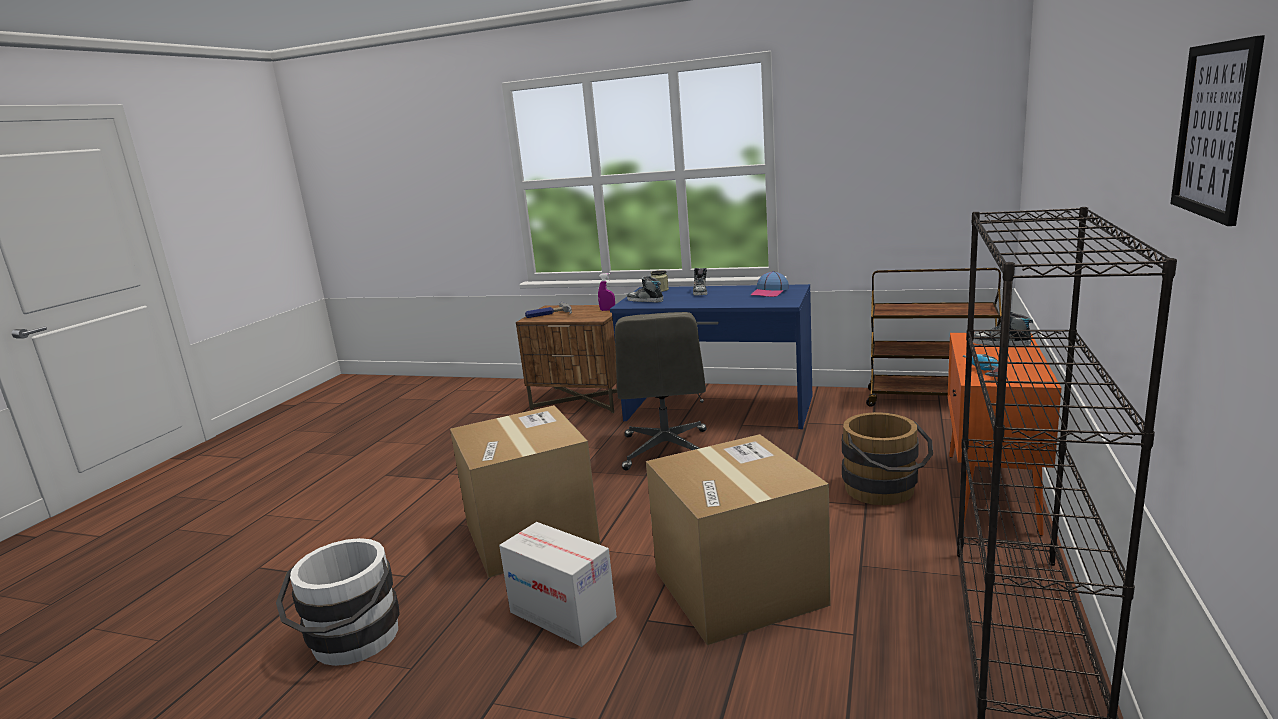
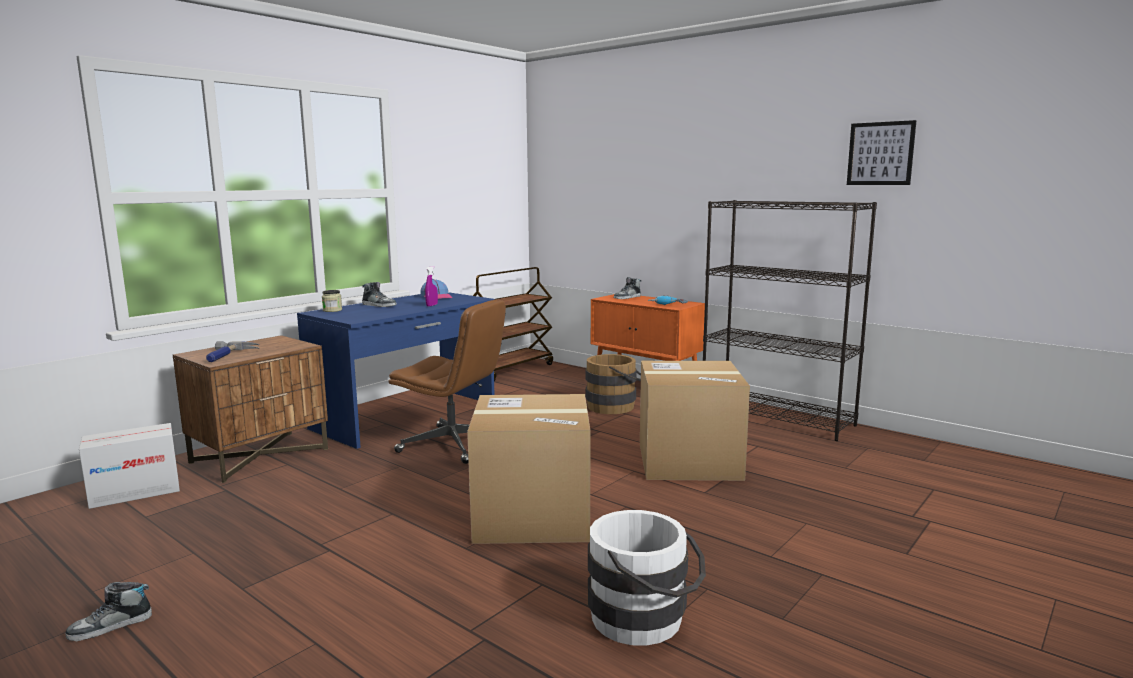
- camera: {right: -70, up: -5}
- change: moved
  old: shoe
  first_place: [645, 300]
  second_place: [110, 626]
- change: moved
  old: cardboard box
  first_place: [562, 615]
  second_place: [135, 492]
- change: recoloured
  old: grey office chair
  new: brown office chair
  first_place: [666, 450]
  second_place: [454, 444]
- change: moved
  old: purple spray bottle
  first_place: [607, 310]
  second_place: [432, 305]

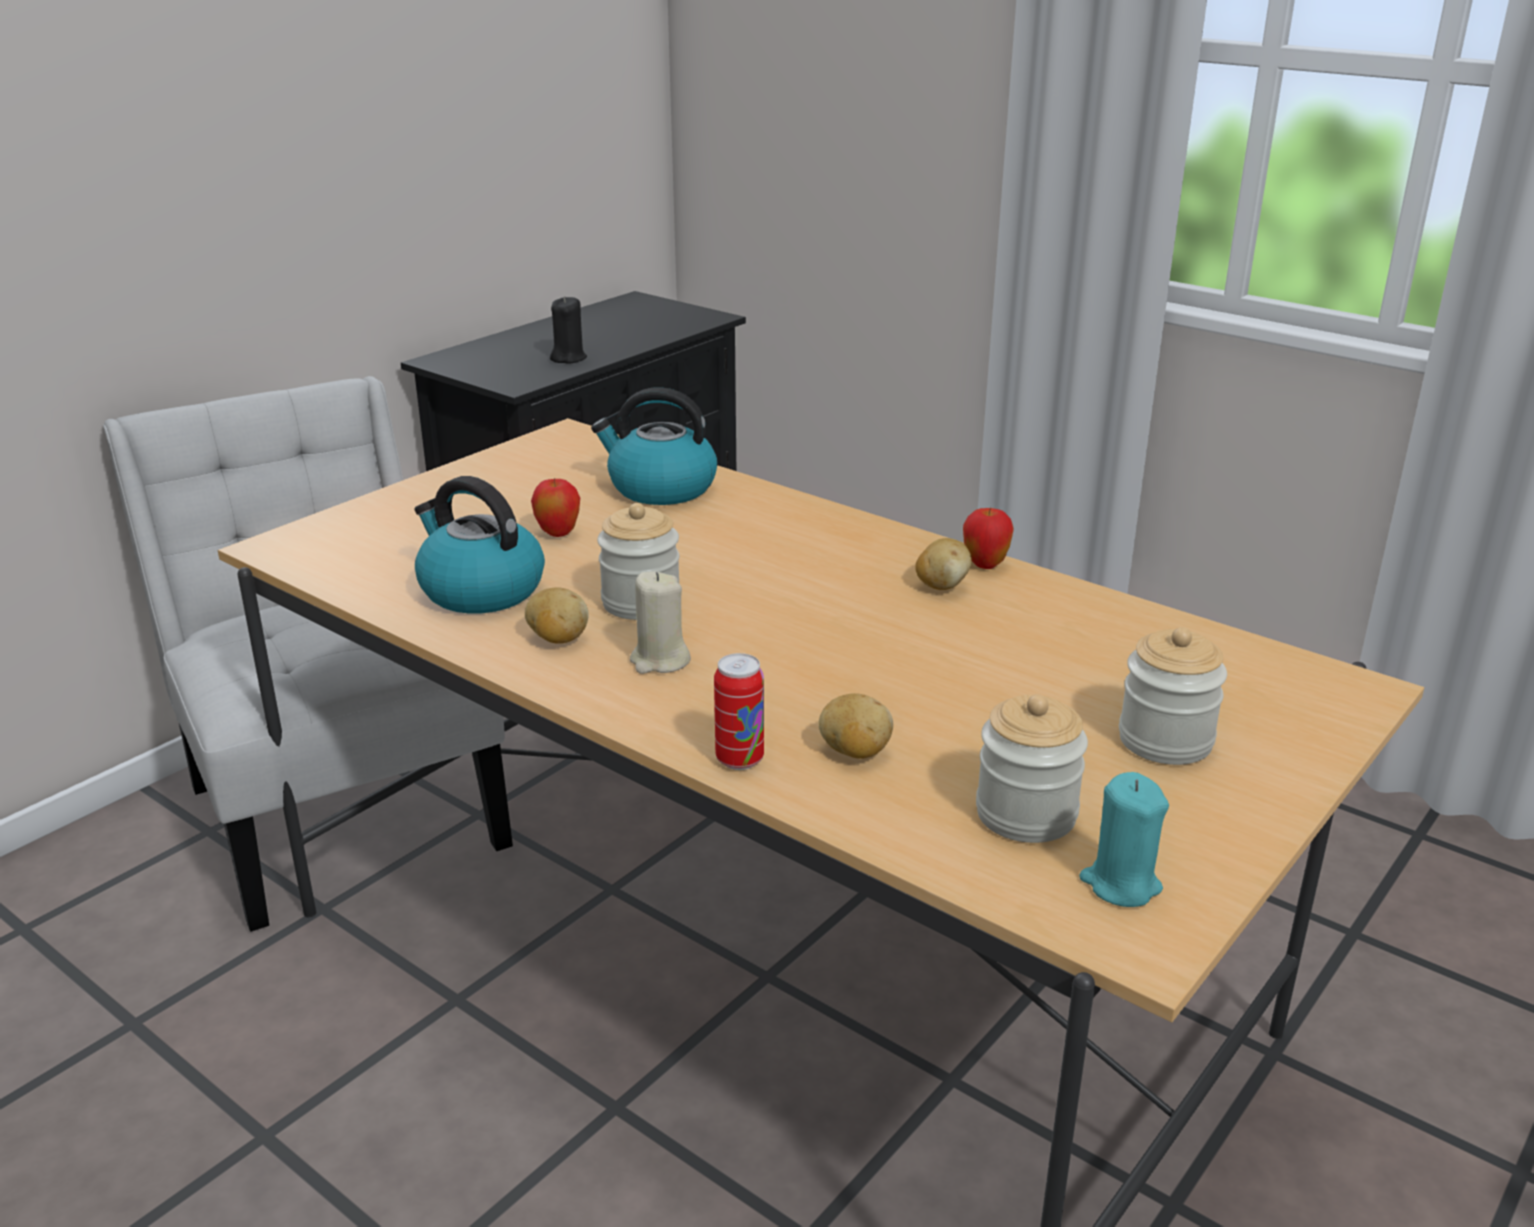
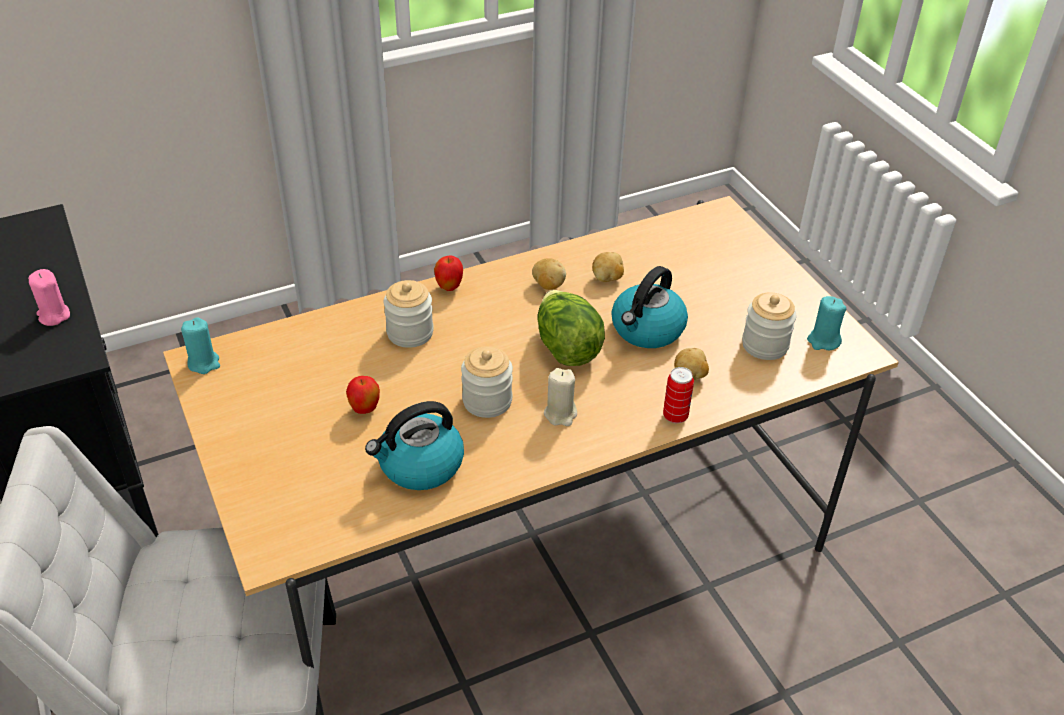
- camera: {right: -65, up: 15}
- change: recoloured
  old: black candle
  new: pink candle
  first_place: [568, 358]
  second_place: [53, 315]
- change: added
  new: turquoise candle
  second_place: [204, 363]
- change: moved
  old: jar
  first_place: [1165, 740]
  second_place: [410, 333]
- change: moved
  old: apple
  first_place: [985, 565]
  second_place: [449, 287]
- change: added
  new: lettuce
  second_place: [566, 348]
- change: moved
  old: potato
  first_place: [557, 639]
  second_place: [607, 278]
- change: moved
  old: kettle
  first_place: [660, 488]
  second_place: [647, 330]

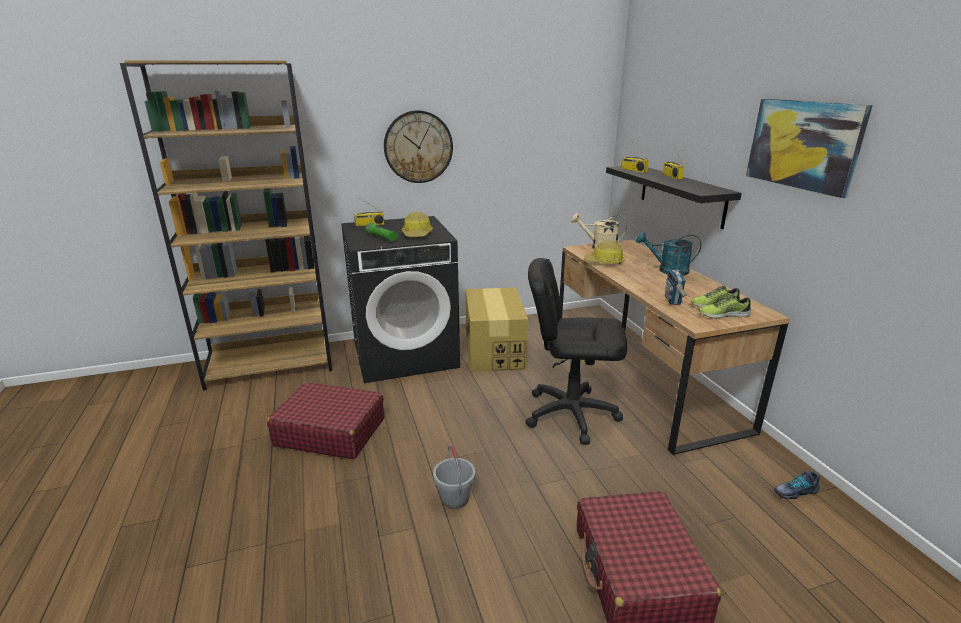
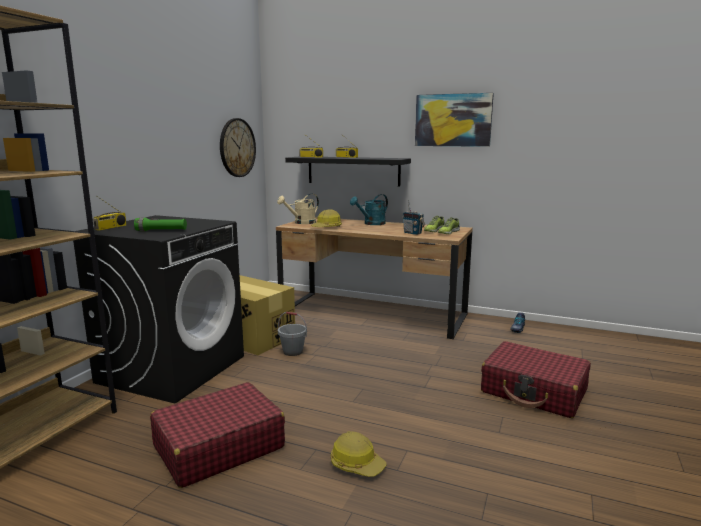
- camera: {right: -50, up: -10}
- change: moved
  old: wall clock
  first_place: [418, 147]
  second_place: [237, 148]
- change: moved
  old: grey bucket
  first_place: [455, 499]
  second_place: [293, 352]
- change: moved
  old: hard hat
  first_place: [417, 234]
  second_place: [357, 464]
- change: removed
  old: black office chair
  first_place: [570, 414]

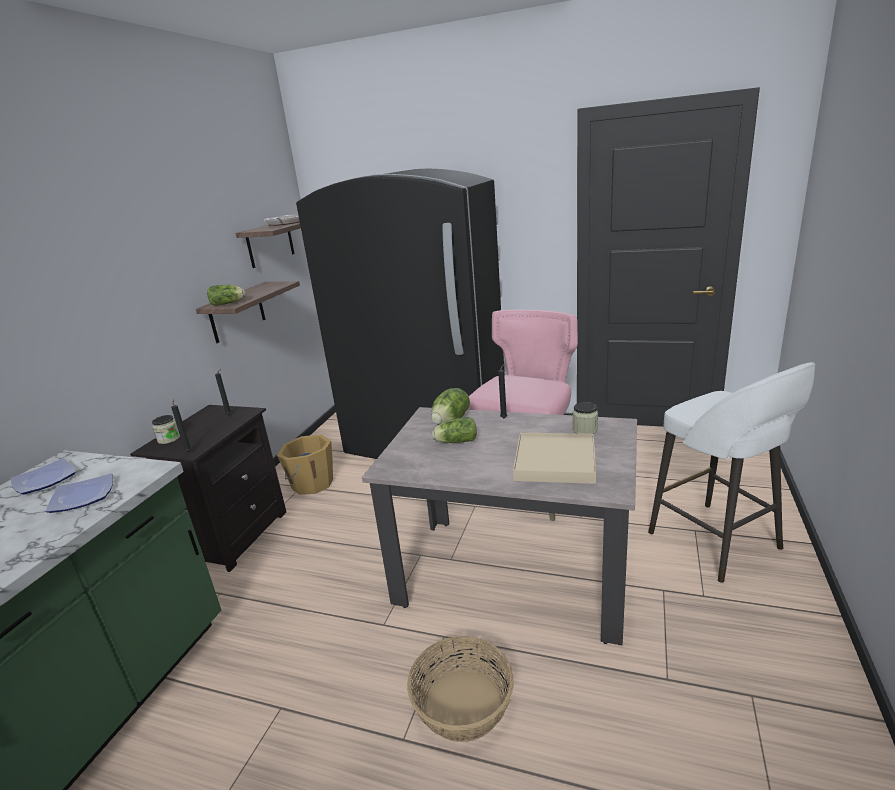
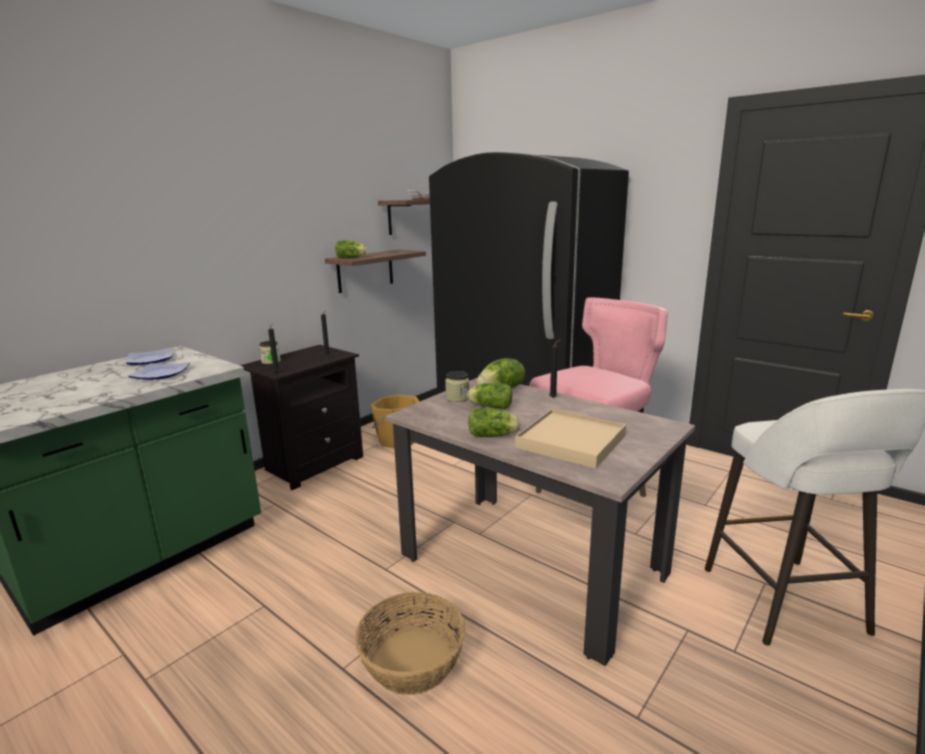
- camera: {right: 20, up: -5}
- change: moved
  old: jar
  first_place: [585, 430]
  second_place: [457, 398]
- change: added
  new: lettuce
  second_place: [494, 435]

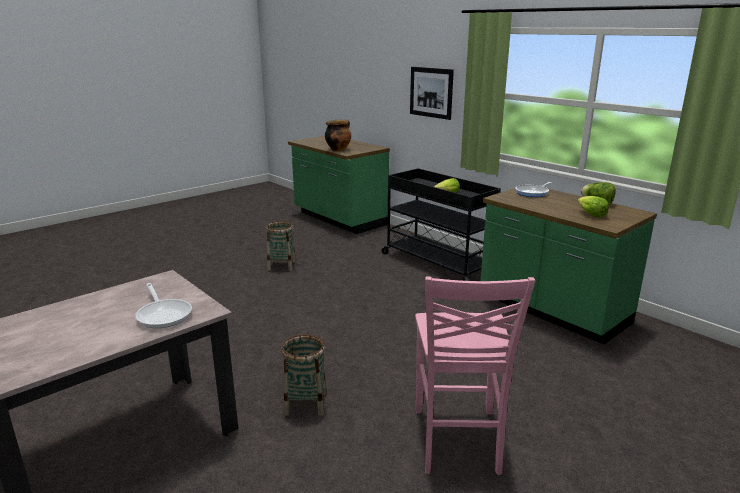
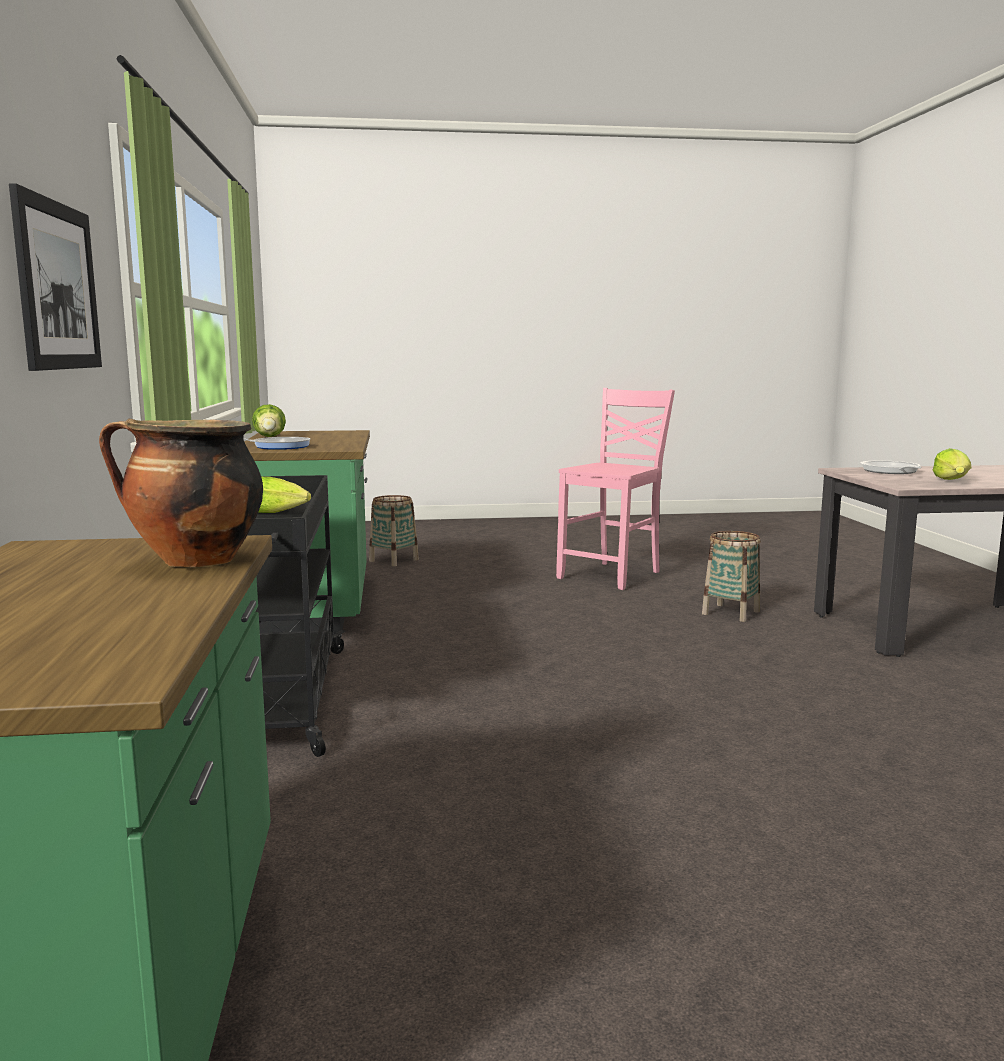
- camera: {right: -145, up: -10}
- change: moved
  old: basket
  first_place: [281, 265]
  second_place: [393, 560]
- change: moved
  old: lettuce
  first_place: [590, 214]
  second_place: [952, 481]

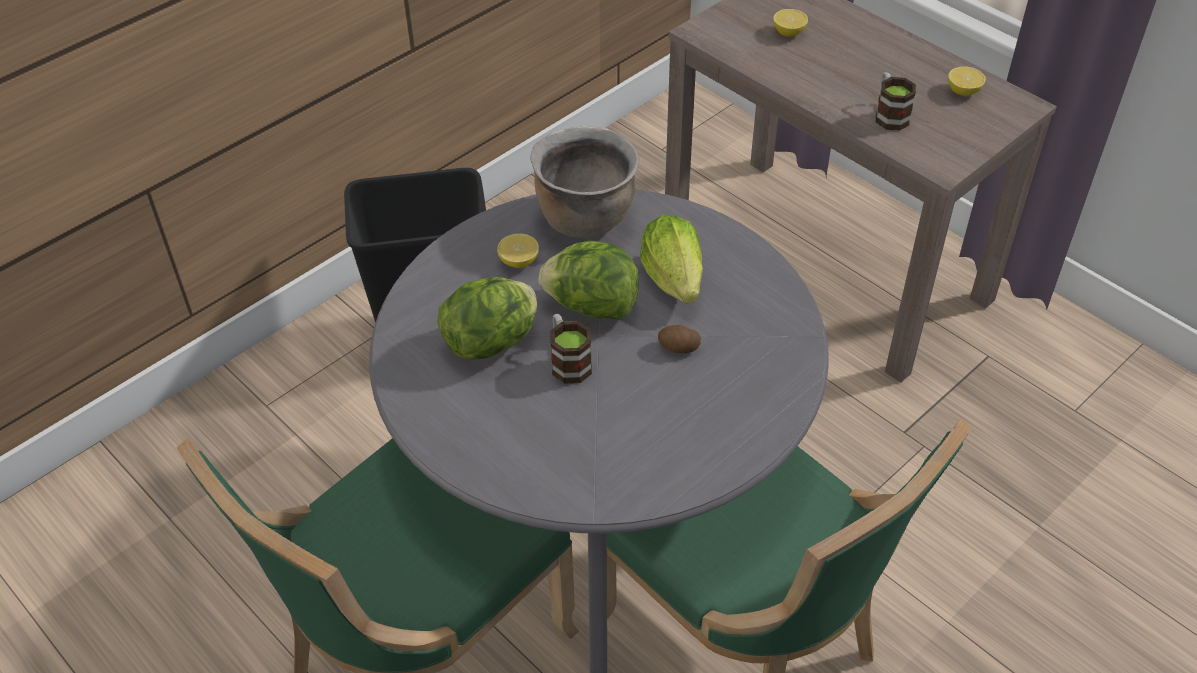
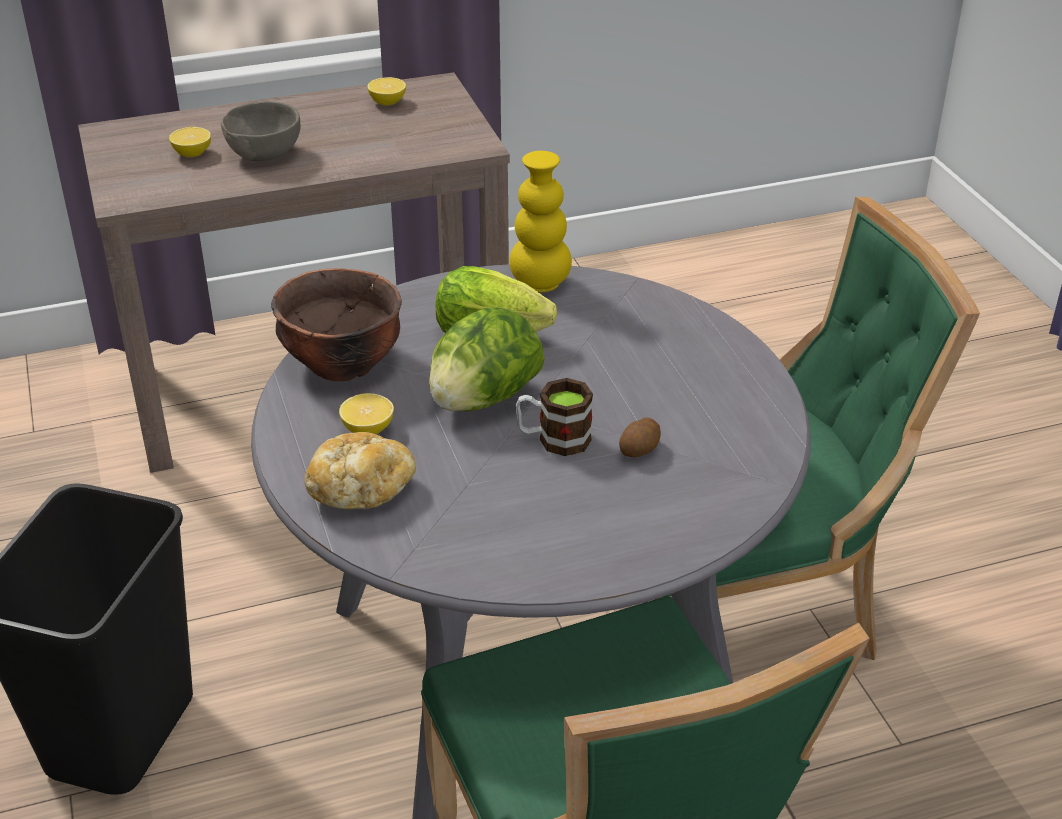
- camera: {right: -65, up: -10}
- change: added
  new: grey bowl
  second_place: [263, 154]
- change: replaced
  old: brown cooking pot
  new: brown bowl
  first_place: [585, 217]
  second_place: [340, 363]
- change: added
  new: bread
  second_place: [361, 490]
- change: added
  new: yellow vase
  second_place: [540, 283]
- change: moved
  old: potato
  first_place: [678, 348]
  second_place: [640, 450]
- change: removed
  old: lettuce
  first_place: [492, 342]
- change: removed
  old: mug
  first_place: [889, 114]

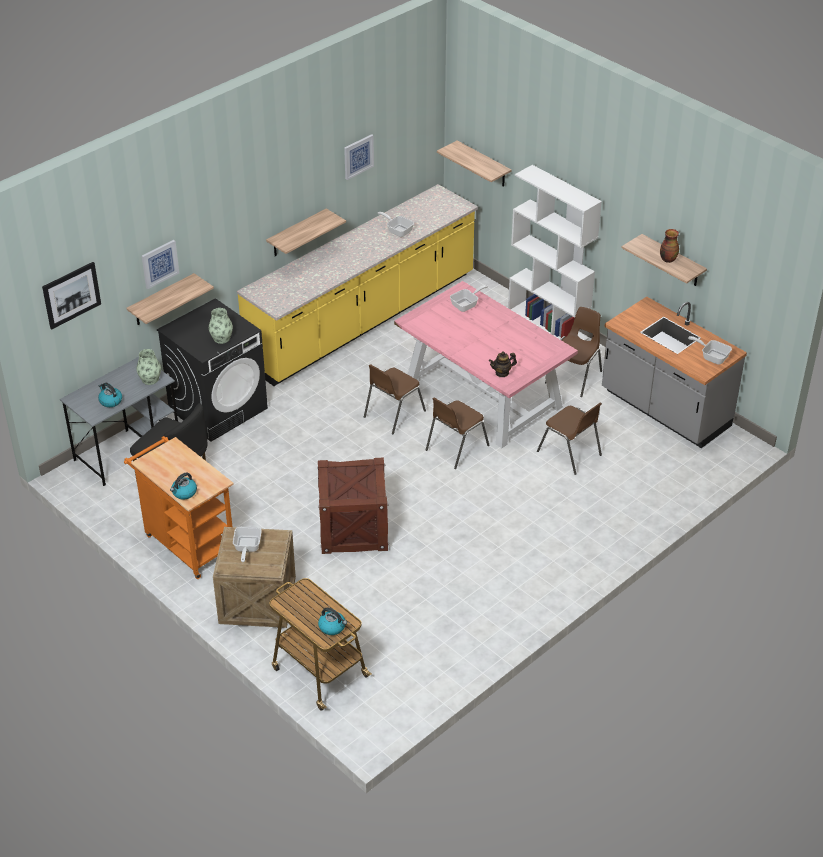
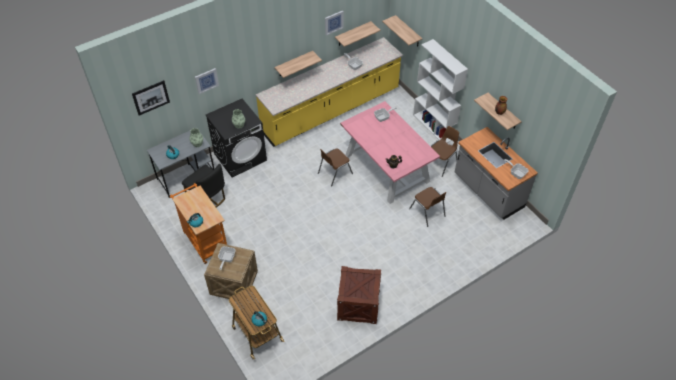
- camera: {right: 10, up: 10}
- change: moved
  old: shelf
  first_place: [162, 300]
  second_place: [352, 34]
- change: moved
  old: crate
  first_place: [353, 529]
  second_place: [358, 305]
- change: removed
  old: brown chair
  first_place: [455, 448]

